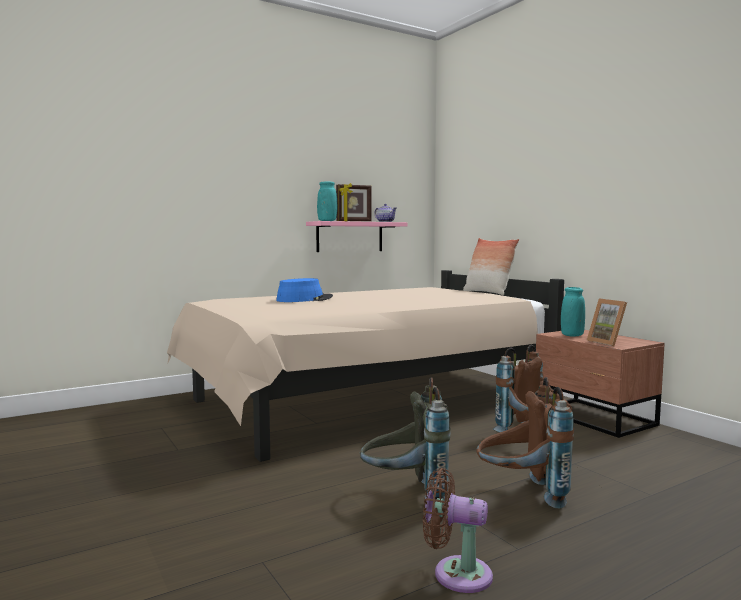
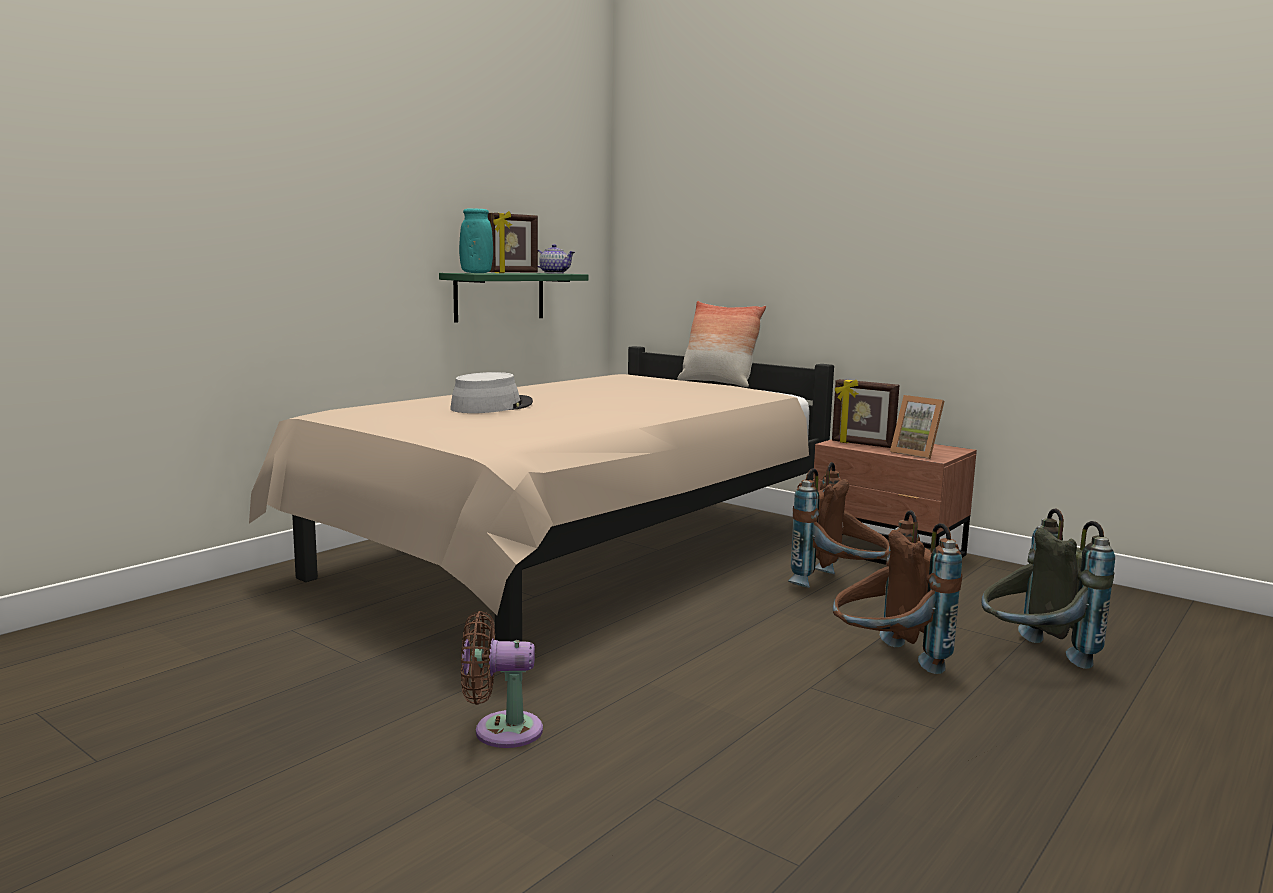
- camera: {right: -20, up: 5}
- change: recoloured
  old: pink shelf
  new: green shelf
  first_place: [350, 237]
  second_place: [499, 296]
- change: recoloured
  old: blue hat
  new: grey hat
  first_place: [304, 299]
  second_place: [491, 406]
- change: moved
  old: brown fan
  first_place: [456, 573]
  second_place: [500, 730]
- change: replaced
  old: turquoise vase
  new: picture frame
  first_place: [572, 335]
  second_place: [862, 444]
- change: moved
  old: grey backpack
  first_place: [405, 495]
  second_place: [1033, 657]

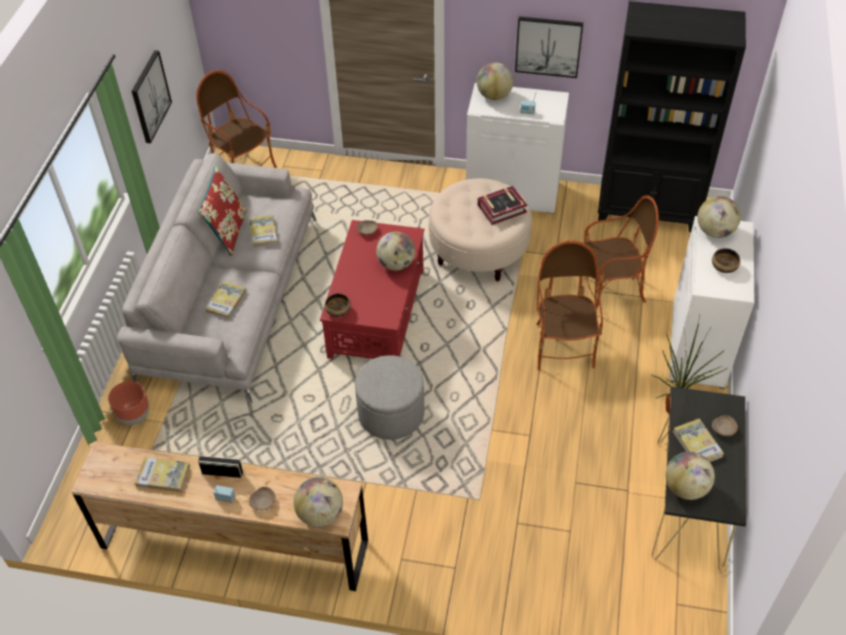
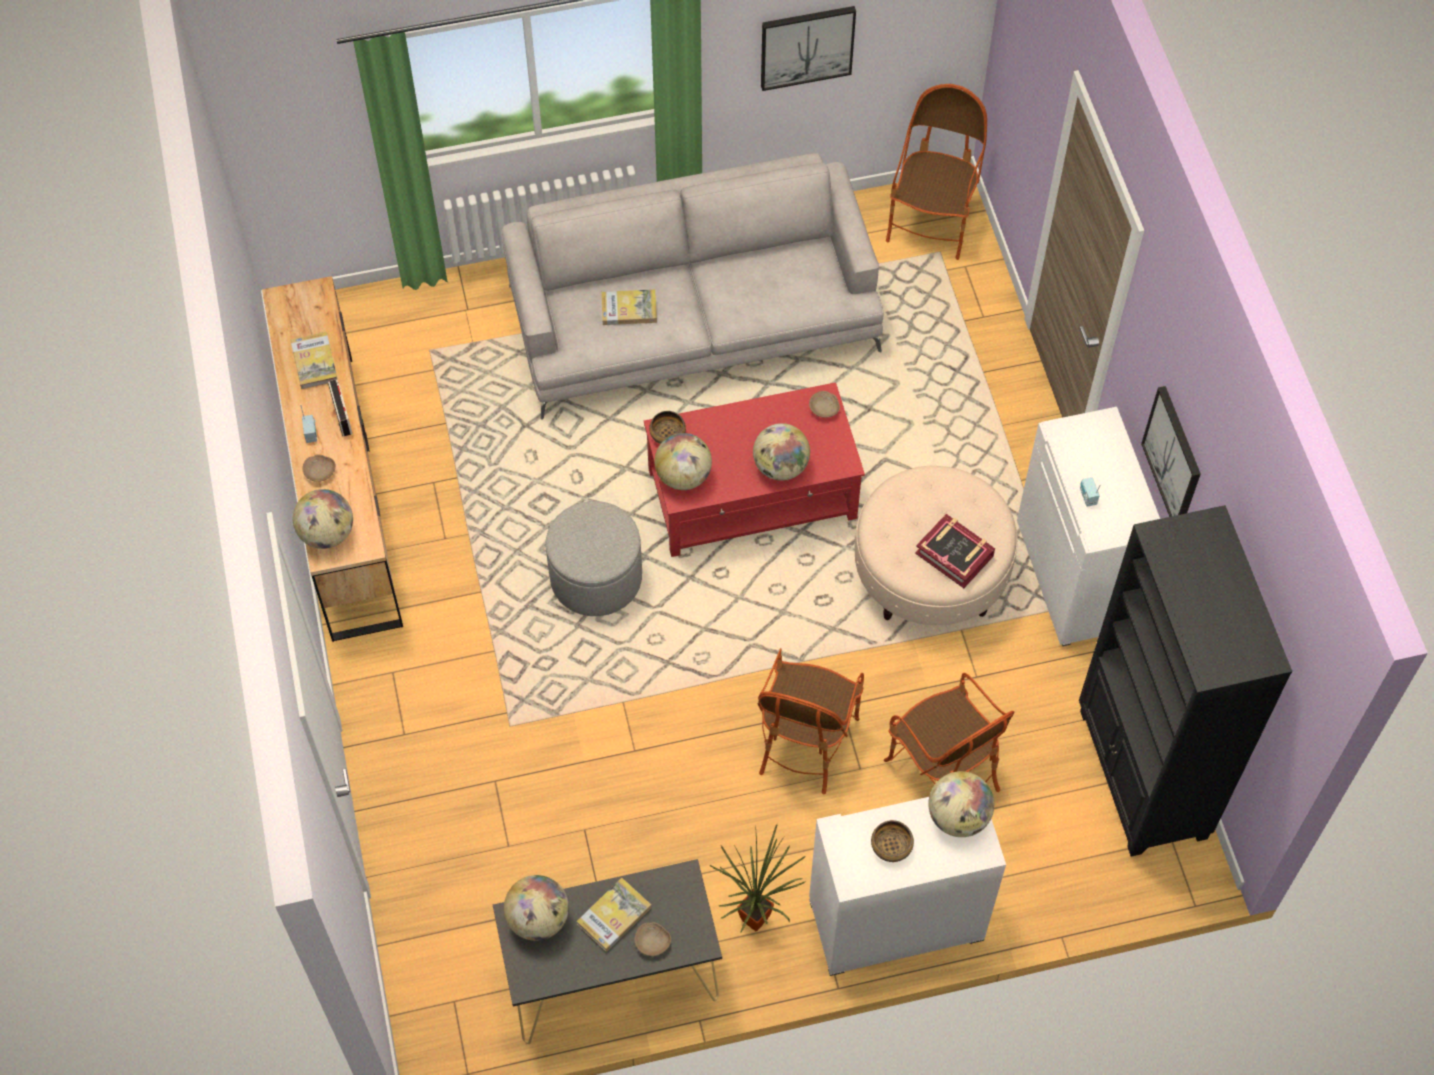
- camera: {right: 65, up: 10}
- change: moved
  old: globe
  first_place: [494, 96]
  second_place: [683, 476]
- change: turned
  old: armchair
  first_place: [563, 346]
  second_place: [805, 742]
  degrees: 135
- change: removed
  old: brown planter
  first_place: [134, 416]
- change: removed
  old: red pillow
  first_place: [228, 232]
- change: removed
  old: book
  first_place: [263, 232]

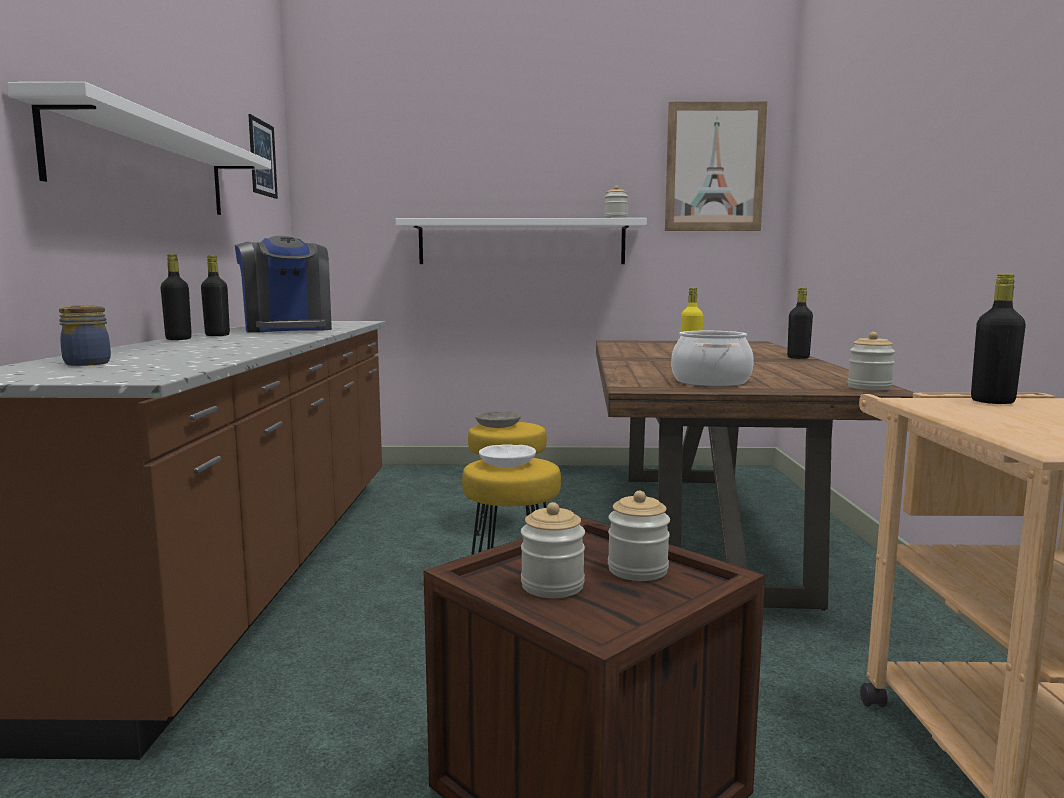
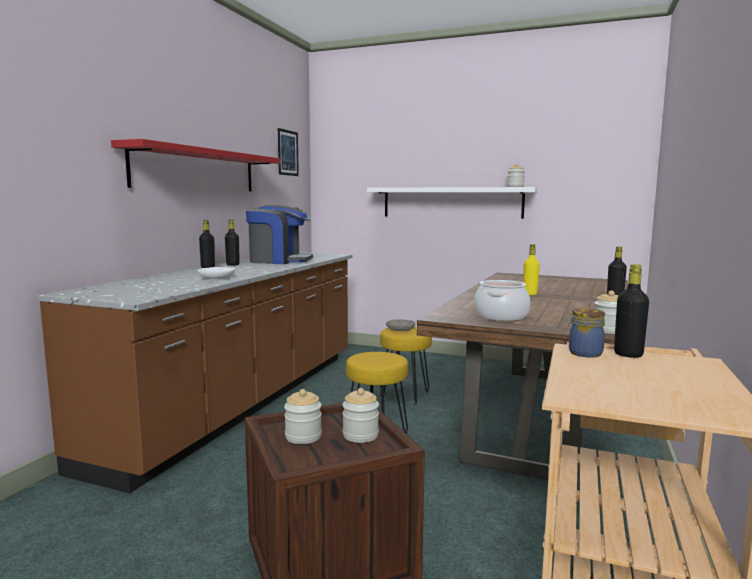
- camera: {right: 20, up: 0}
- change: recoloured
  old: white shelf
  new: red shelf
  first_place: [146, 166]
  second_place: [197, 170]
- change: moved
  old: white bowl
  first_place: [508, 463]
  second_place: [217, 277]
- change: turned
  old: coffee machine
  first_place: [287, 329]
  second_place: [279, 261]
  degrees: -75
- change: moved
  old: jar
  first_place: [85, 363]
  second_place: [583, 353]
- change: removed
  old: picture
  first_place: [714, 167]

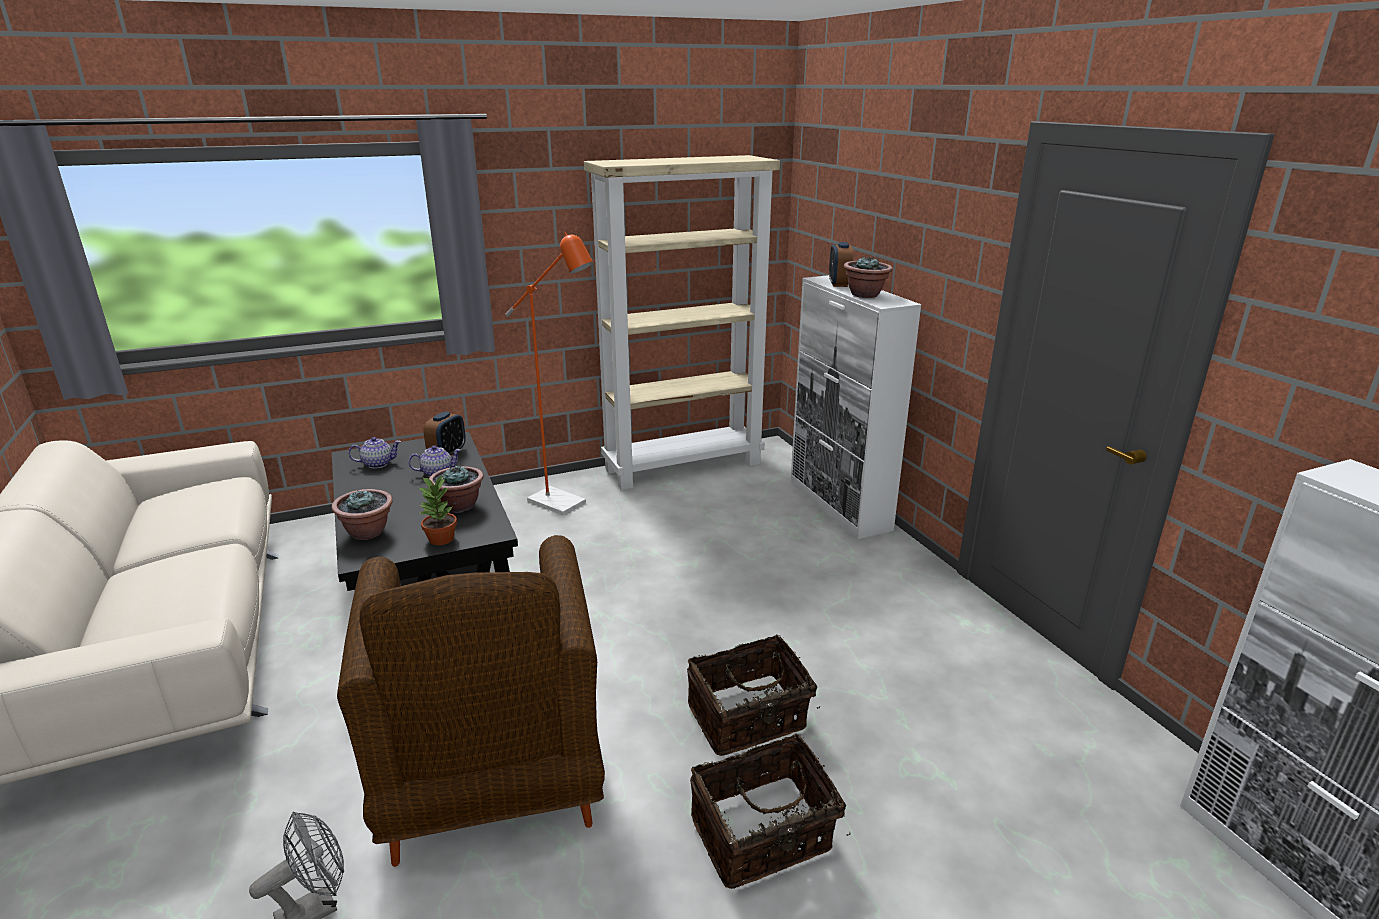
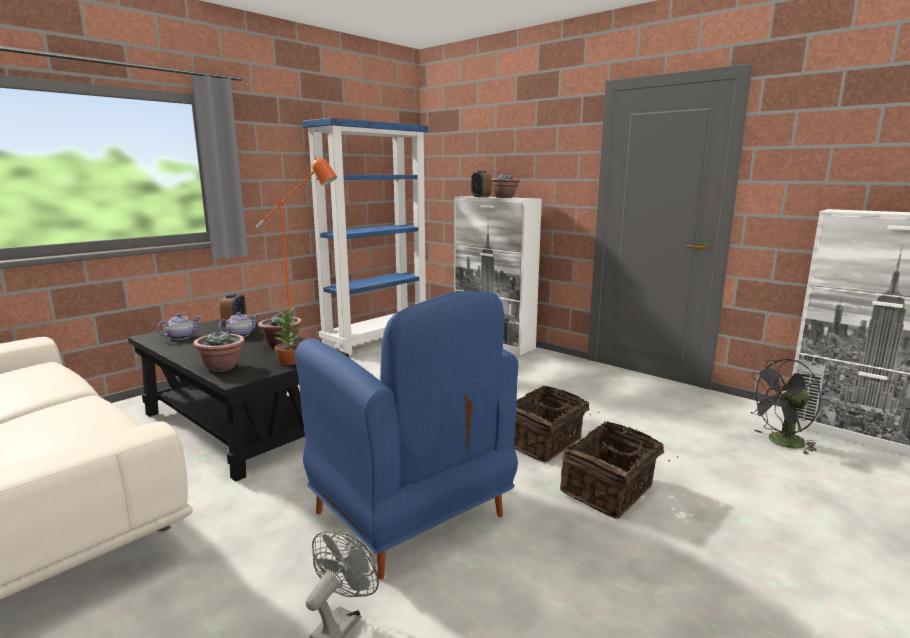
- camera: {right: -25, up: -10}
- change: recoloured
  old: brown armchair
  new: blue armchair
  first_place: [492, 787]
  second_place: [411, 516]
- change: recoloured
  old: beige bookcase
  new: blue bookcase
  first_place: [684, 466]
  second_place: [376, 339]
- change: added
  new: black fan
  second_place: [781, 443]

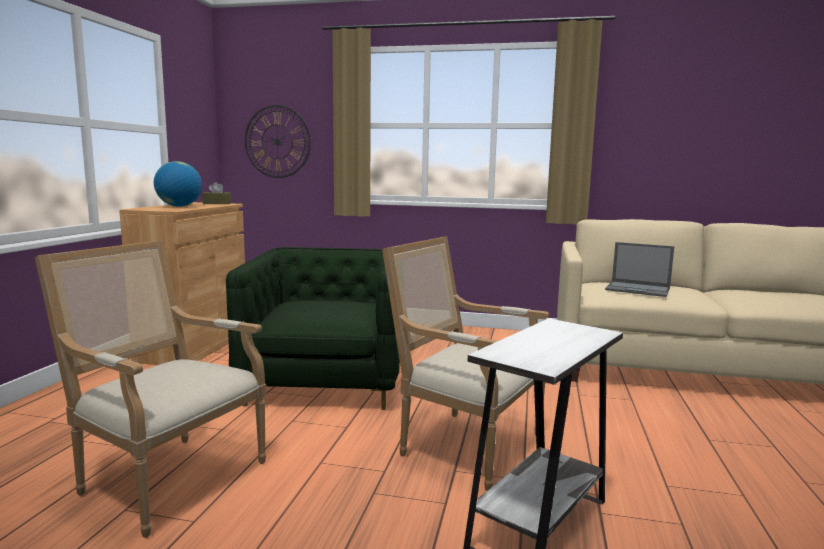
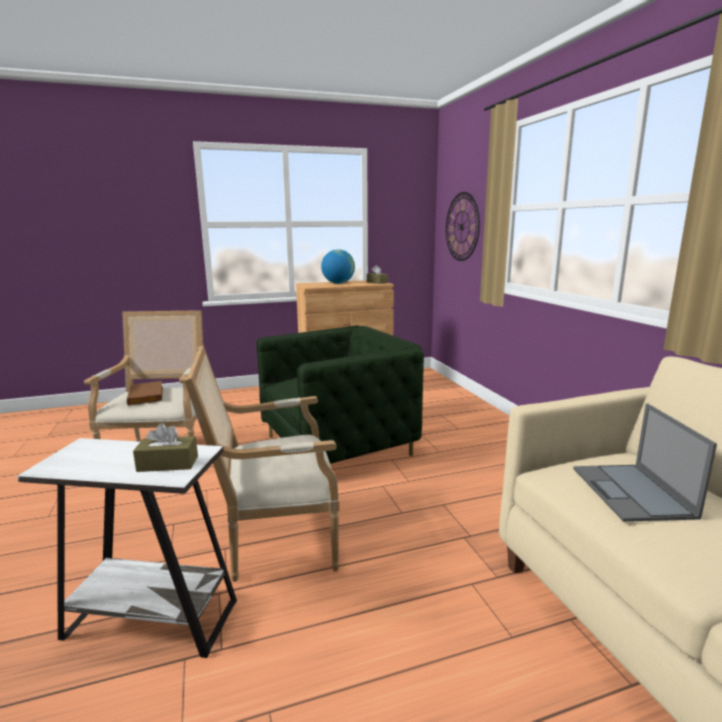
- camera: {right: 60, up: 5}
- change: added
  new: brown book
  second_place: [147, 396]
- change: added
  new: brown tissue box
  second_place: [168, 464]
- change: turned
  old: armchair
  first_place: [464, 445]
  second_place: [274, 539]
  degrees: -105

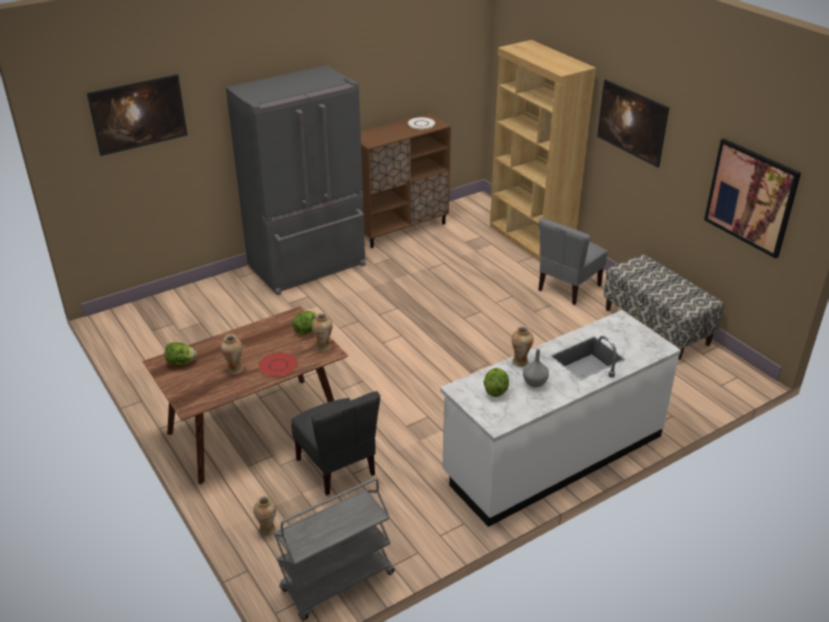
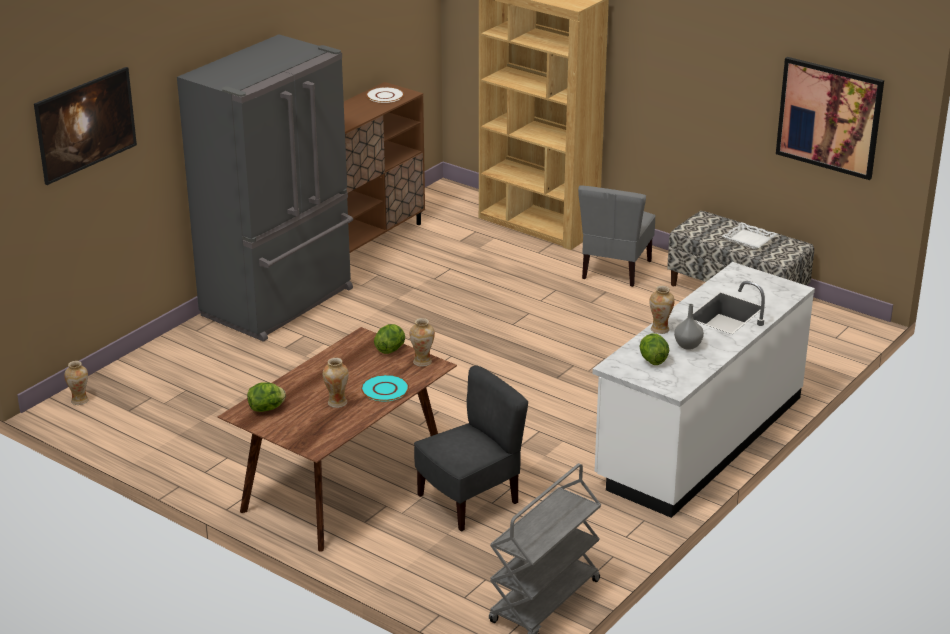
- camera: {right: -20, up: -5}
- change: moved
  old: vase
  first_place: [267, 530]
  second_place: [79, 400]
- change: recoloured
  old: red plate
  new: turquoise plate
  first_place: [278, 365]
  second_place: [384, 389]
- change: turned
  old: grey chair
  first_place: [337, 467]
  second_place: [469, 500]
  degrees: -75
- change: added
  new: white tray
  second_place: [749, 240]
- change: removed
  old: picture
  first_place: [630, 137]

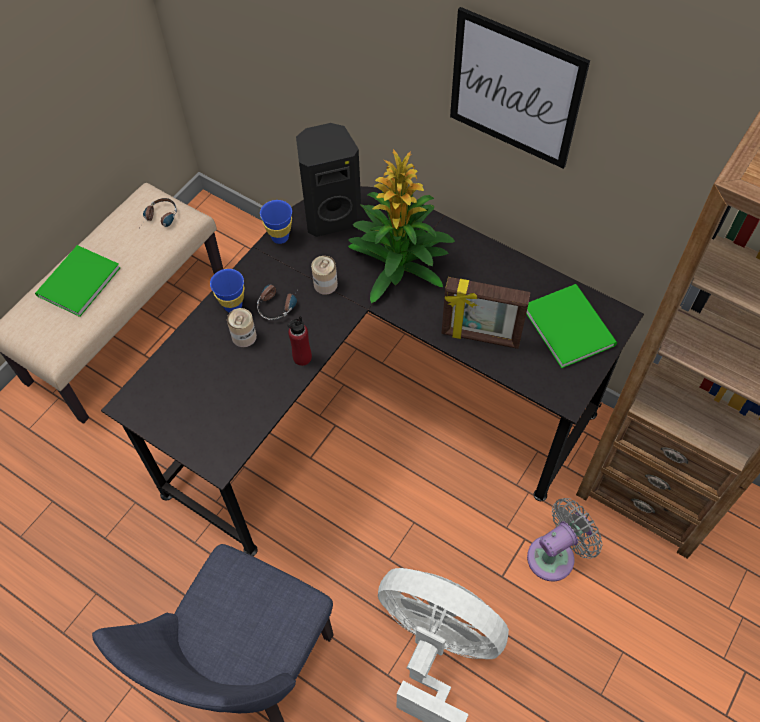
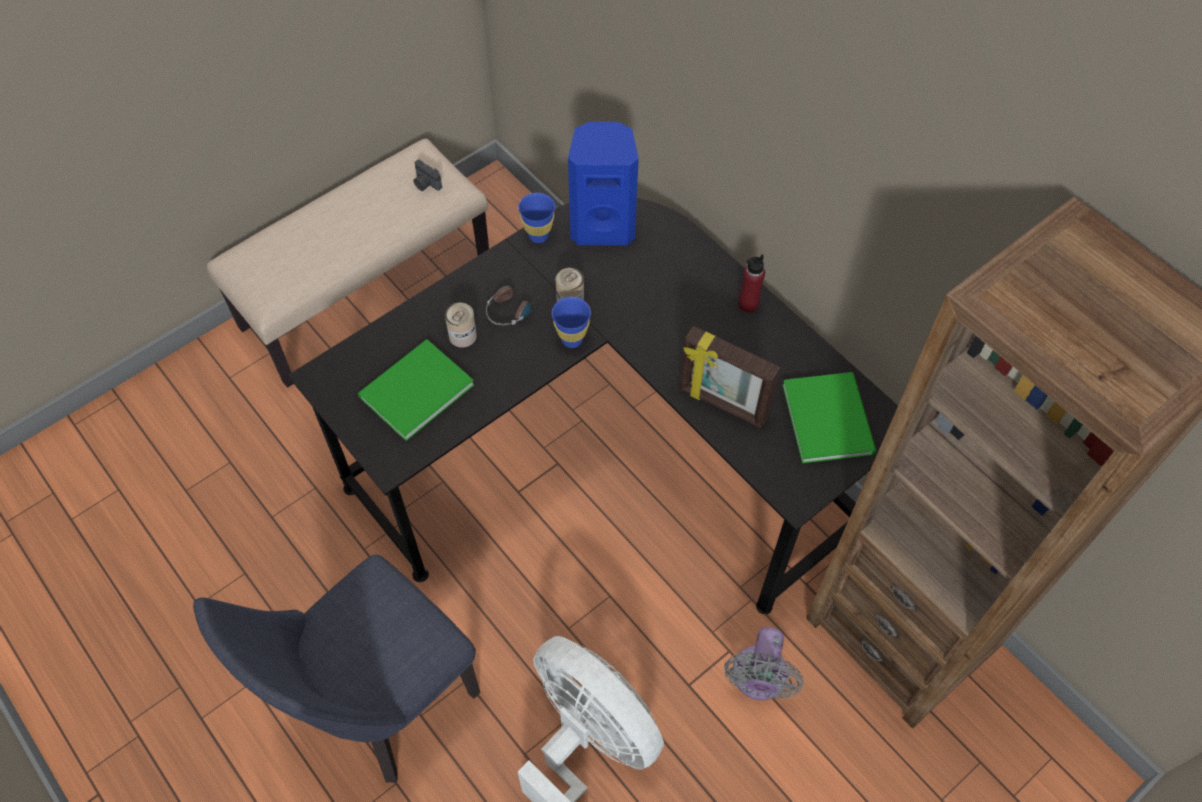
- camera: {right: 15, up: 0}
- change: moved
  old: green book
  first_place: [76, 282]
  second_place: [412, 391]
- change: replaced
  old: headphones
  new: photo camera
  first_place: [160, 220]
  second_place: [426, 184]
- change: moved
  old: blue cup
  first_place: [233, 306]
  second_place: [572, 339]
- change: recoloured
  old: black speaker
  new: blue speaker
  first_place: [331, 216]
  second_place: [602, 226]
- change: turned
  old: grey fan
  first_place: [555, 555]
  second_place: [758, 679]
  degrees: 120
- change: moved
  old: red bottle
  first_place: [302, 357]
  second_place: [748, 304]
- change: removed
  old: potted plant
  first_place: [399, 263]
- change: removed
  old: picture
  first_place: [515, 89]

